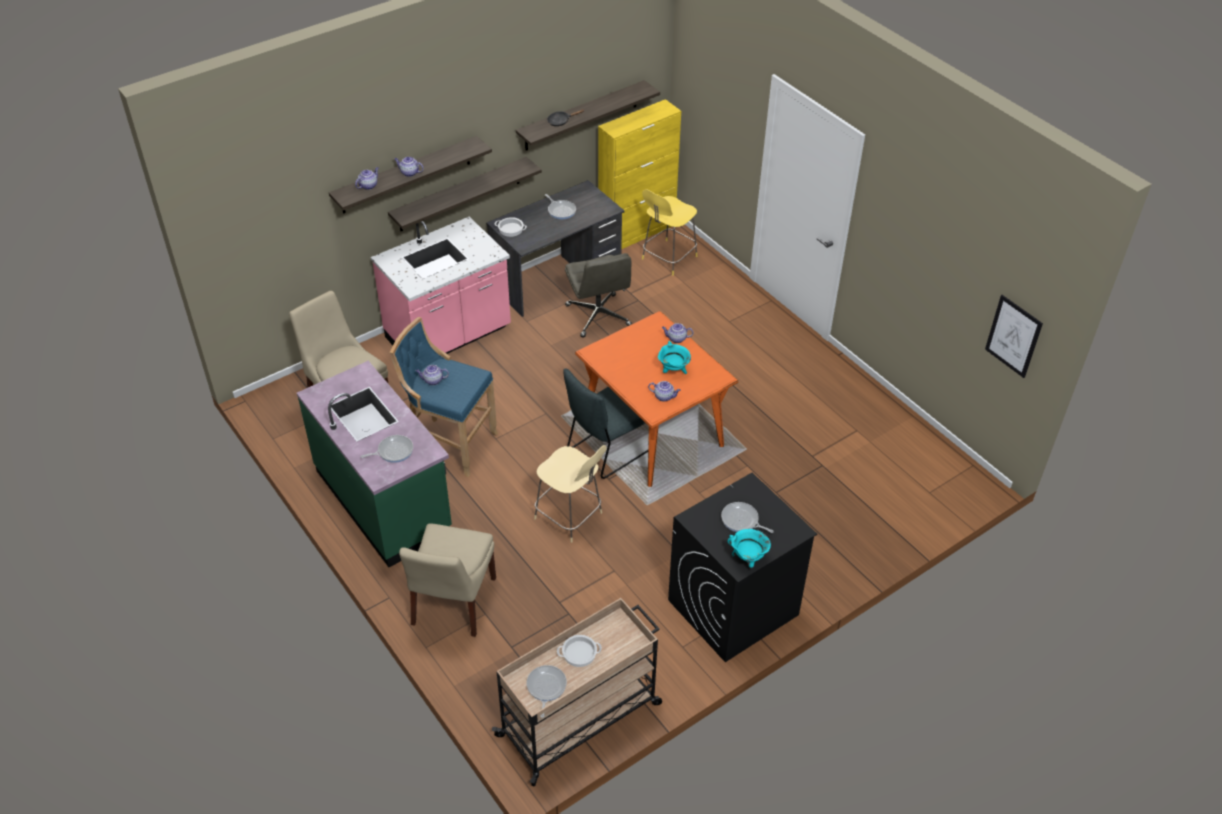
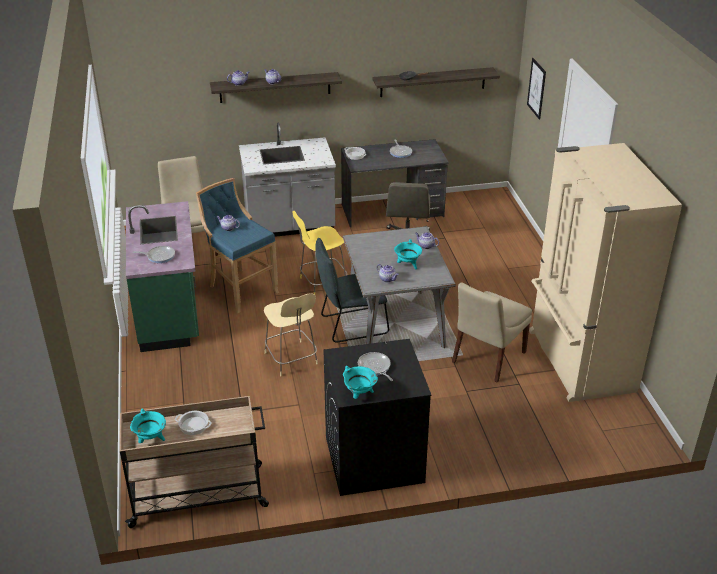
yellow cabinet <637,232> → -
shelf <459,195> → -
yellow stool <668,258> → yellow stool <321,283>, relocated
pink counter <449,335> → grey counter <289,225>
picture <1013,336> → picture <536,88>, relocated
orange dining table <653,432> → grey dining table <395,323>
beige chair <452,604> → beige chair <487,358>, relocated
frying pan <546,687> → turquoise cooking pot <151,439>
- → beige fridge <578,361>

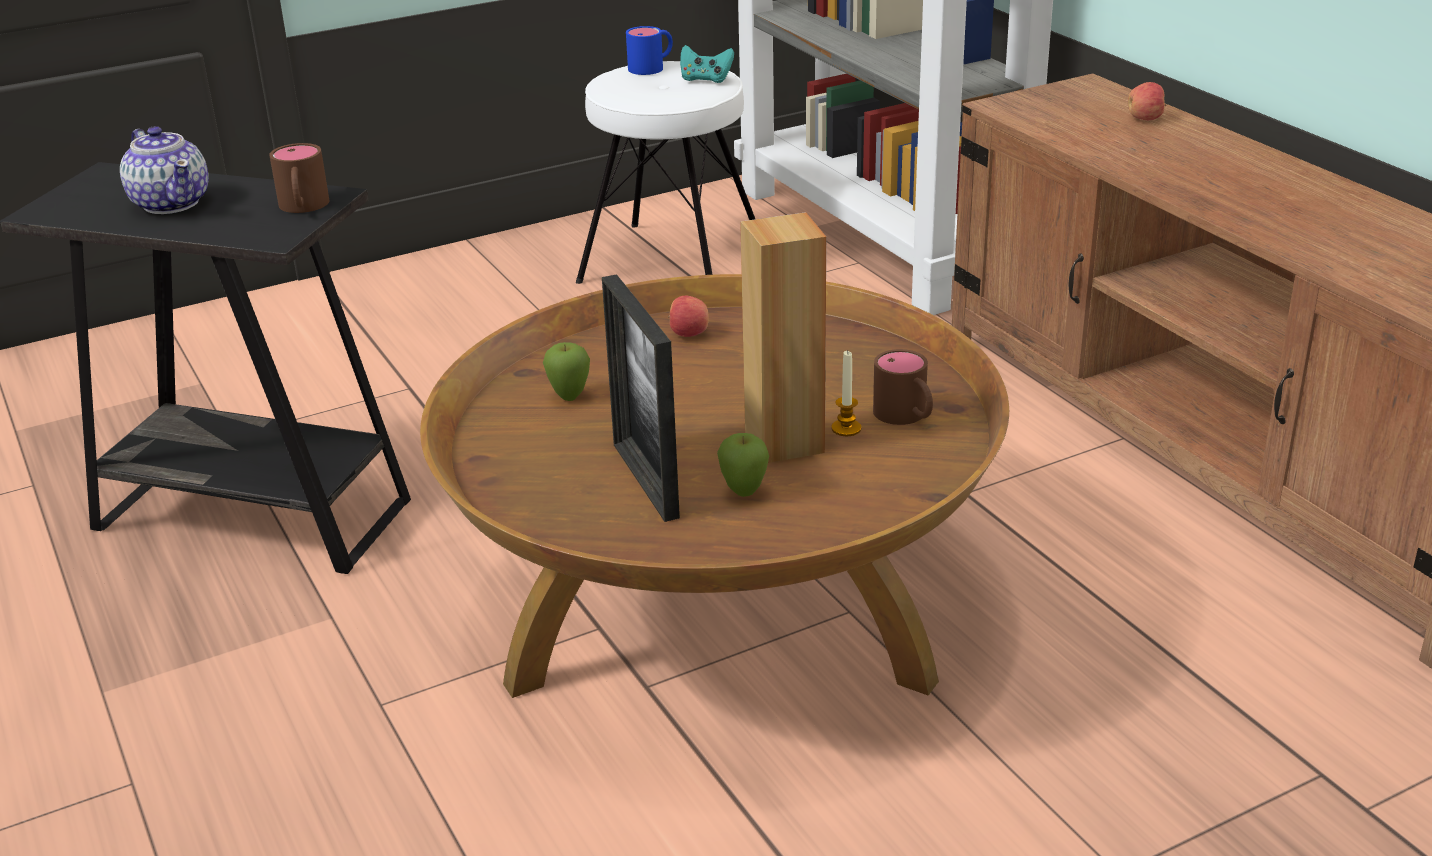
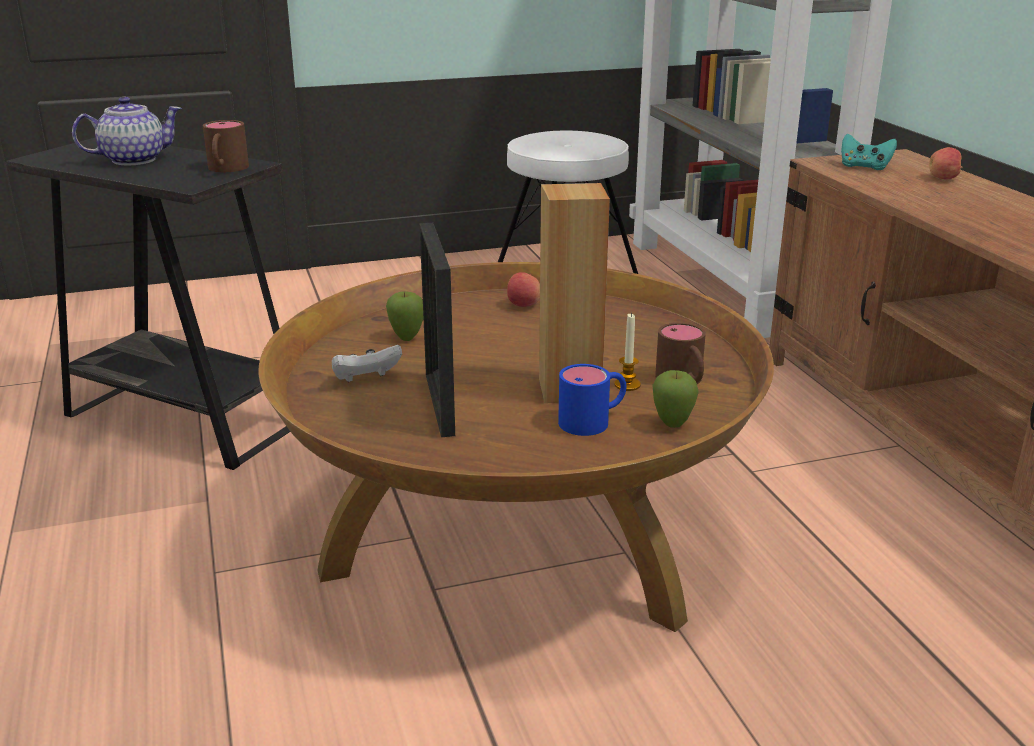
blue mug <652,67> → blue mug <593,420>, relocated
turquoise game controller <706,79> → turquoise game controller <864,167>, relocated
teapot <171,203> → teapot <133,160>, 90 degrees counterclockwise
apple <744,493> → apple <672,425>, relocated
- → white game controller <366,380>

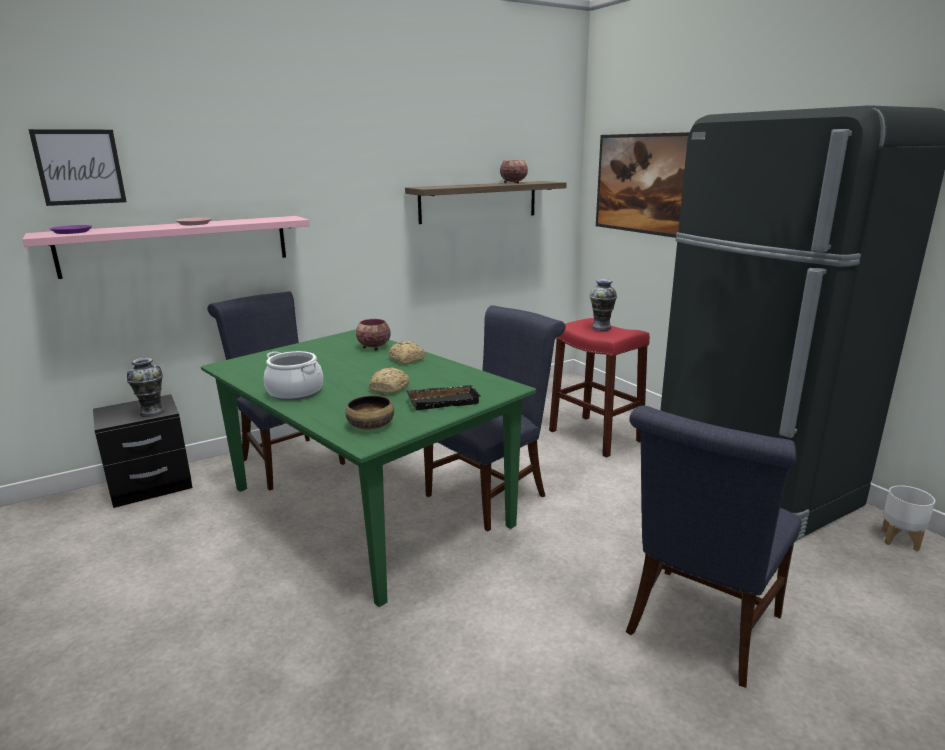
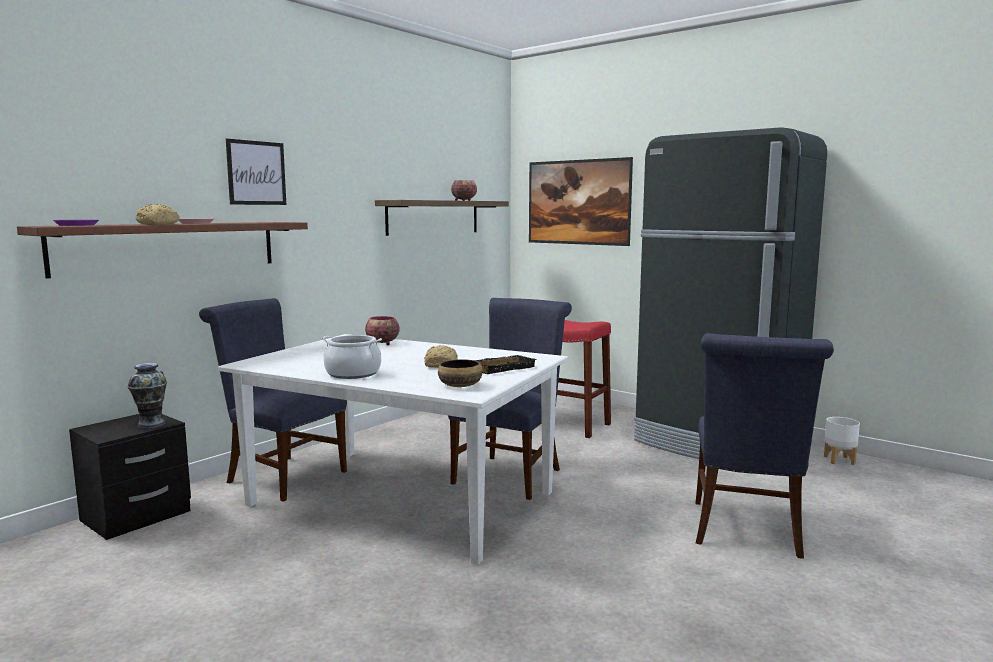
picture <79,167> → picture <256,173>, relocated
pink shelf <177,245> → brown shelf <170,246>
vase <601,328> → -
green dining table <367,506> → white dining table <400,499>
bread <406,360> → bread <157,224>, relocated

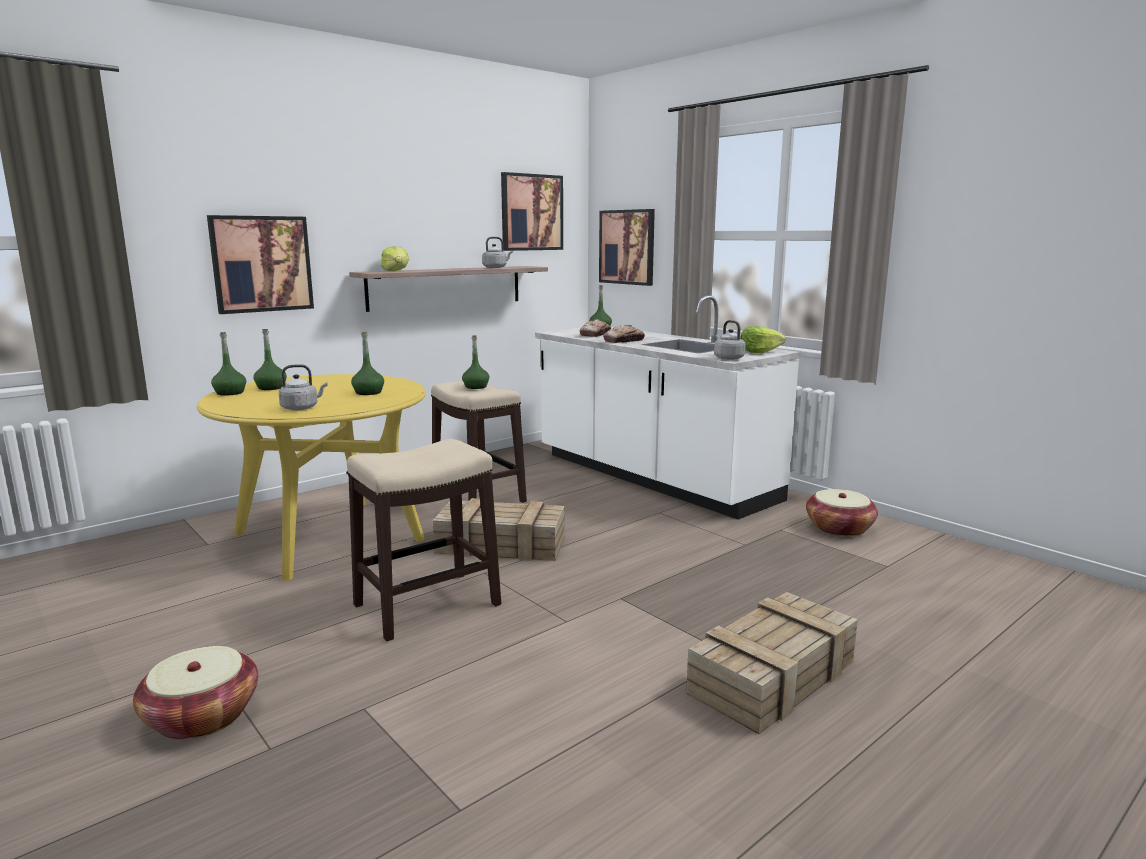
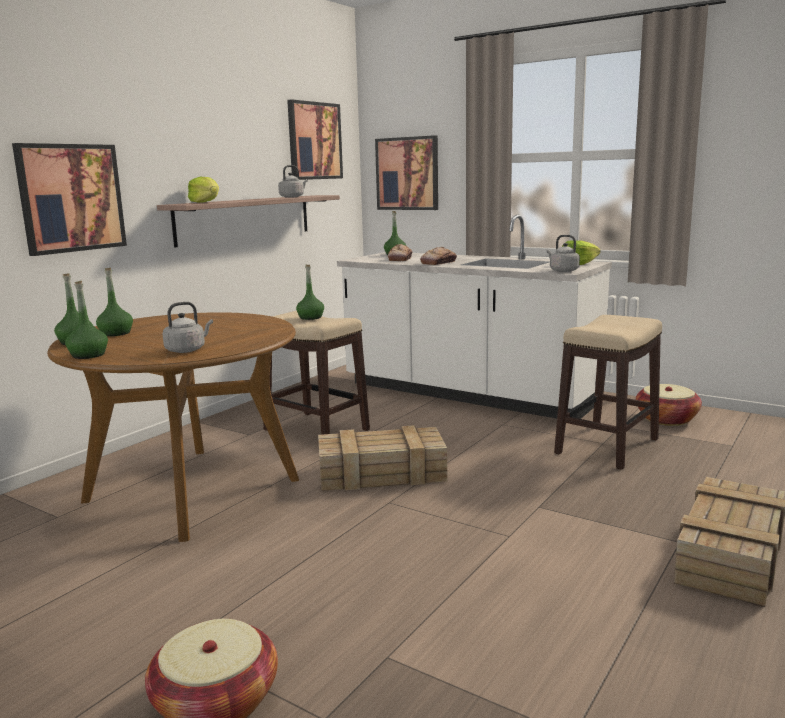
green bottle <368,393> → green bottle <88,355>, relocated
yellow dining table <328,537> → brown dining table <193,490>
stool <426,605> → stool <606,446>, relocated

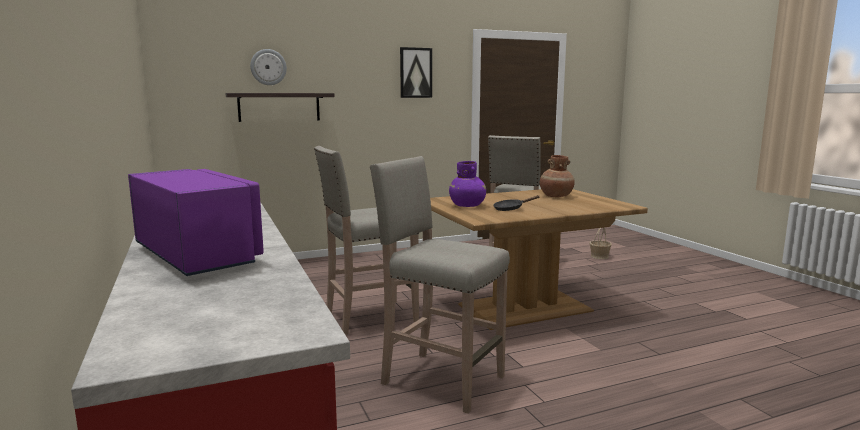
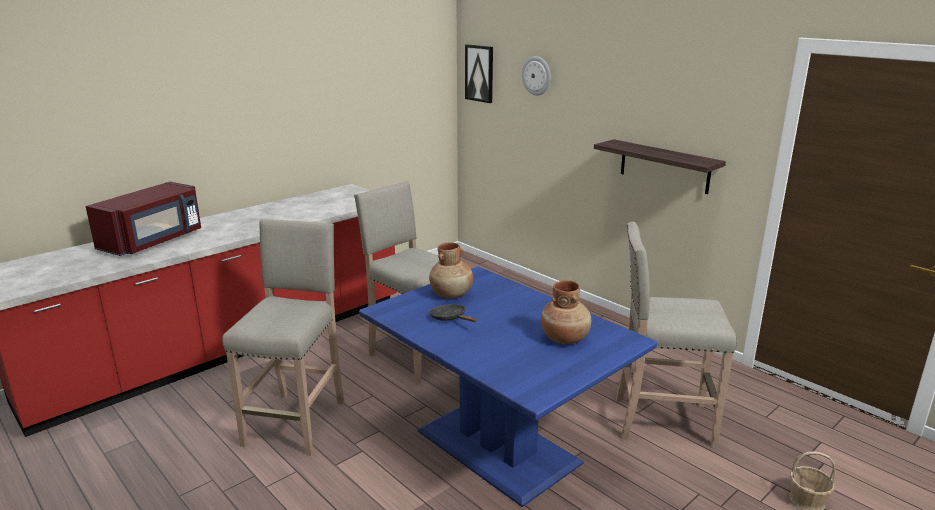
picture <415,72> → picture <479,73>, relocated
shelf <279,107> → shelf <664,166>, relocated
purple vase <467,206> → brown vase <452,294>
purple microwave <198,256> → red microwave <154,241>
brown dining table <523,307> → blue dining table <498,445>

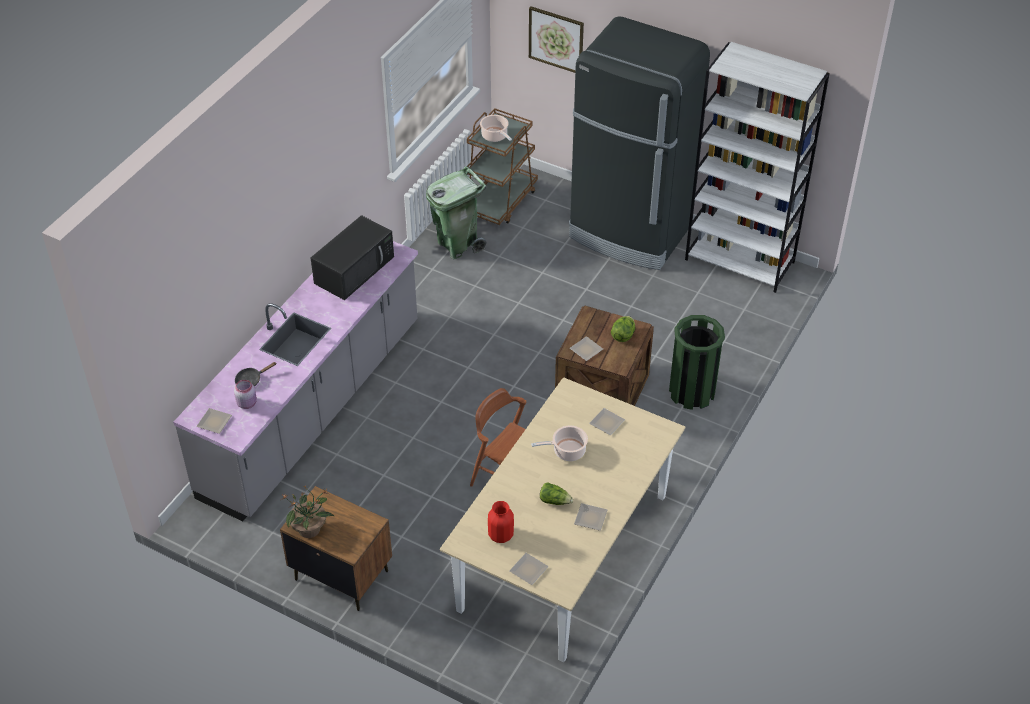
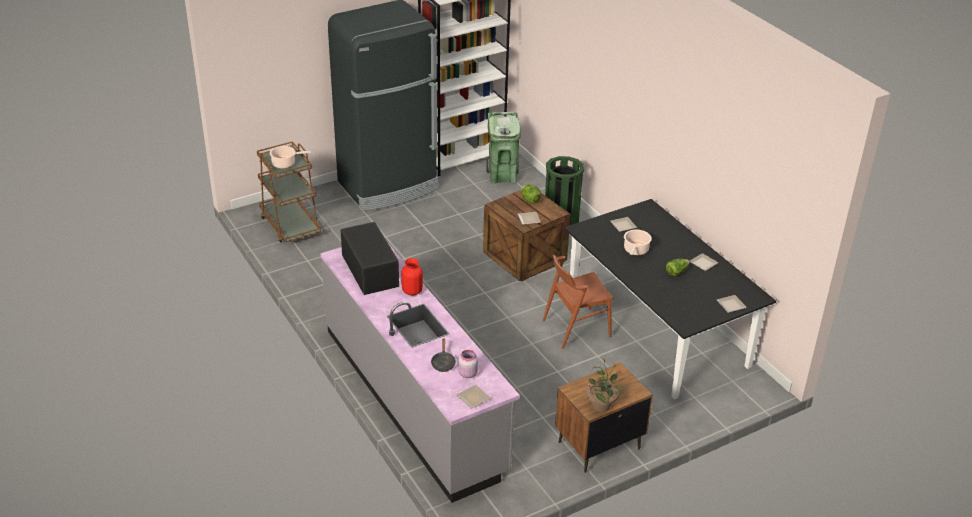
picture <556,39> → -
green trash can <458,245> → green trash can <503,176>, relocated
beige dining table <564,552> → black dining table <657,330>
red vase <501,535> → red vase <412,291>, relocated

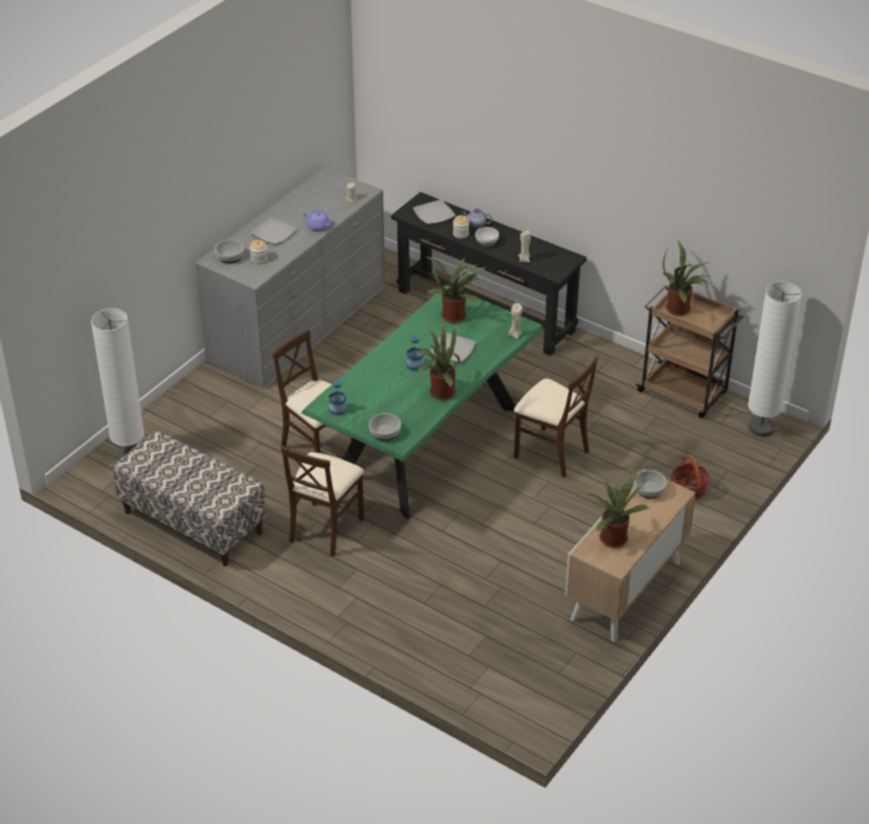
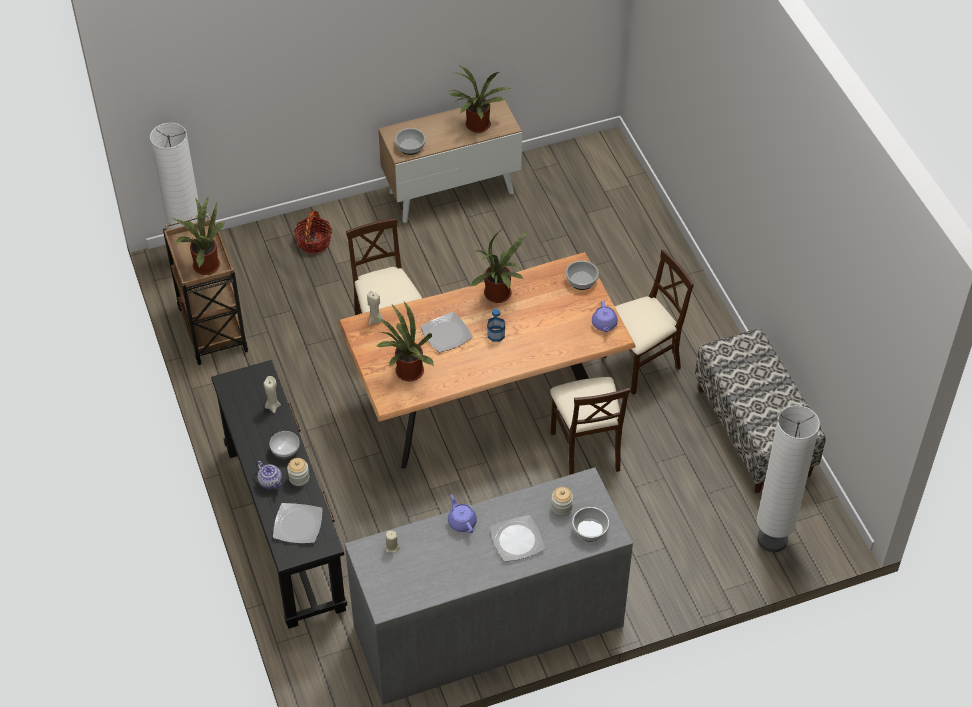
green dining table <426,444> → brown dining table <486,401>
bottle <337,410> → purple teapot <604,324>

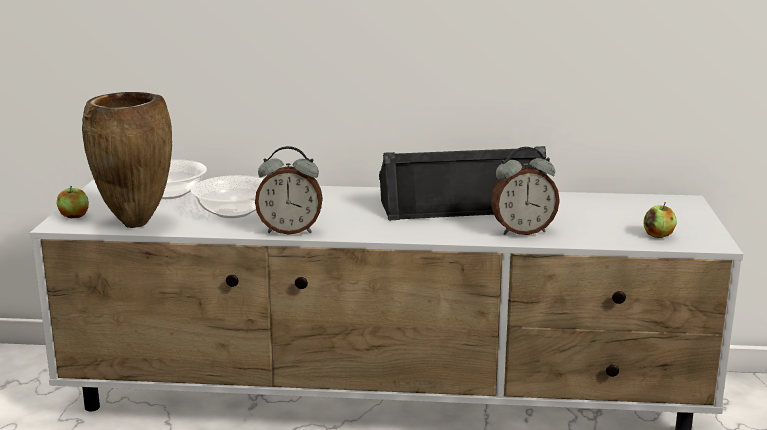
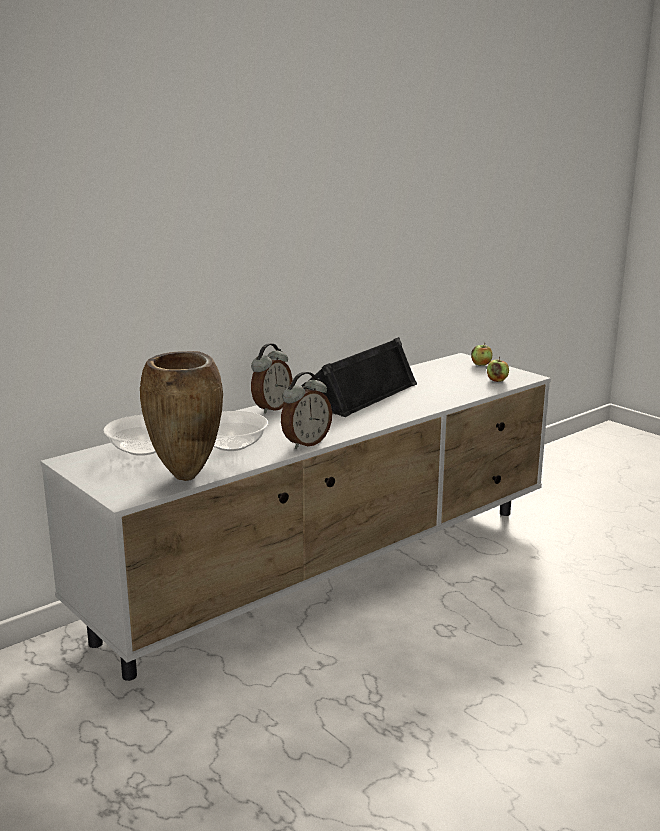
alarm clock <522,231> → alarm clock <271,408>, relocated
apple <74,216> → apple <481,364>, relocated

